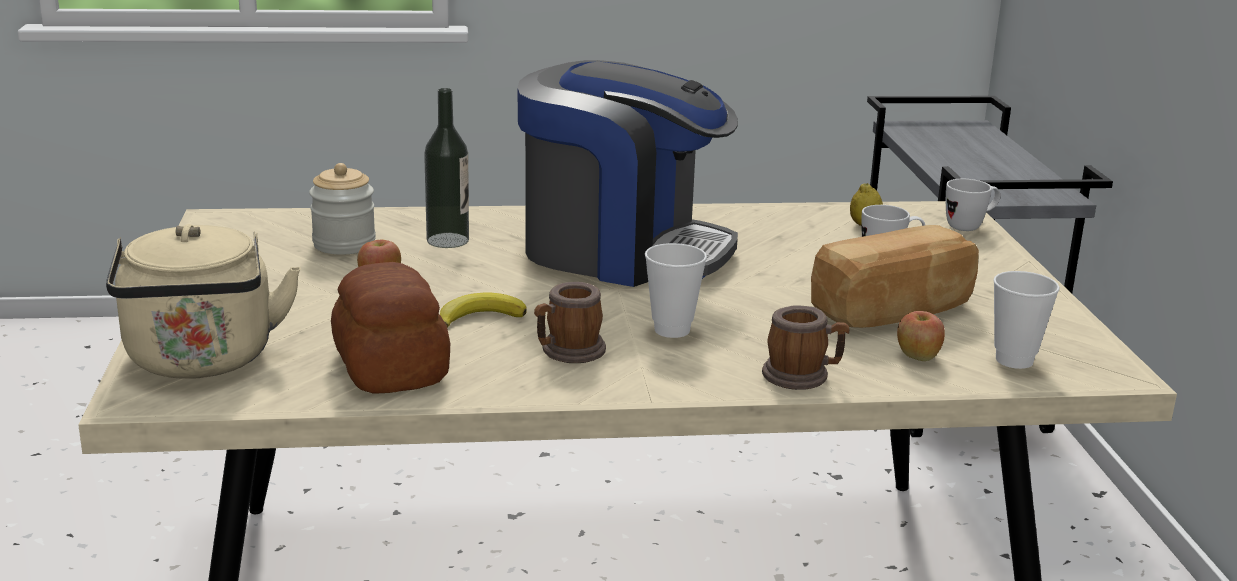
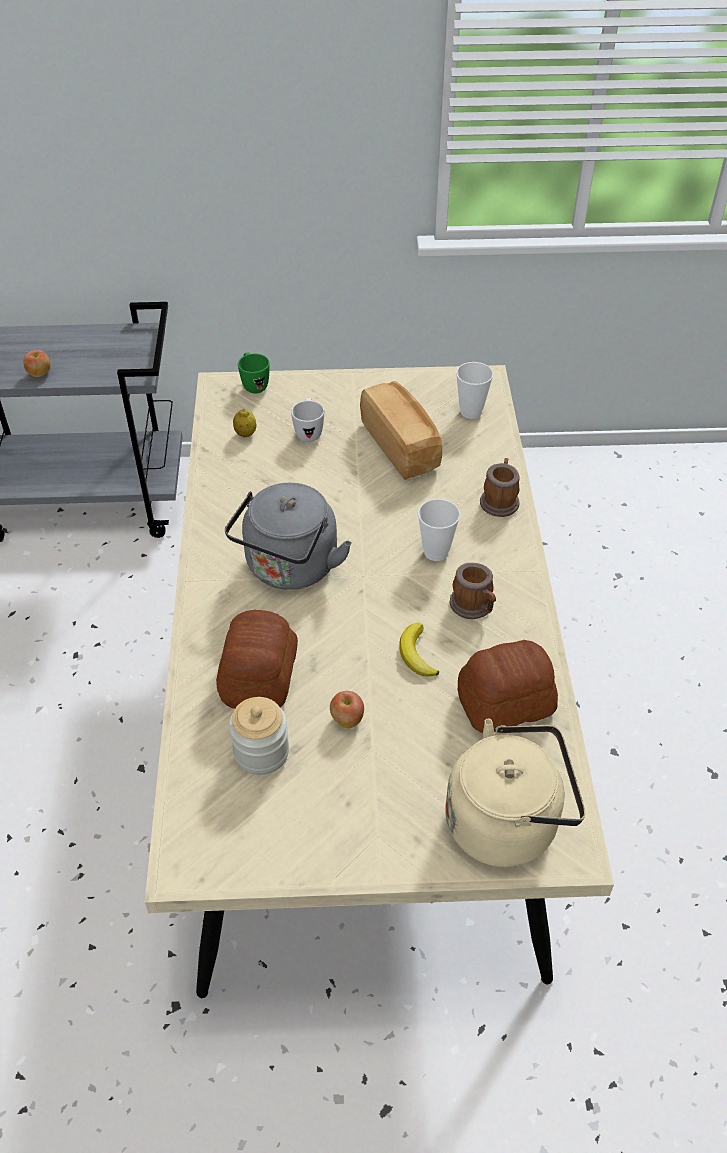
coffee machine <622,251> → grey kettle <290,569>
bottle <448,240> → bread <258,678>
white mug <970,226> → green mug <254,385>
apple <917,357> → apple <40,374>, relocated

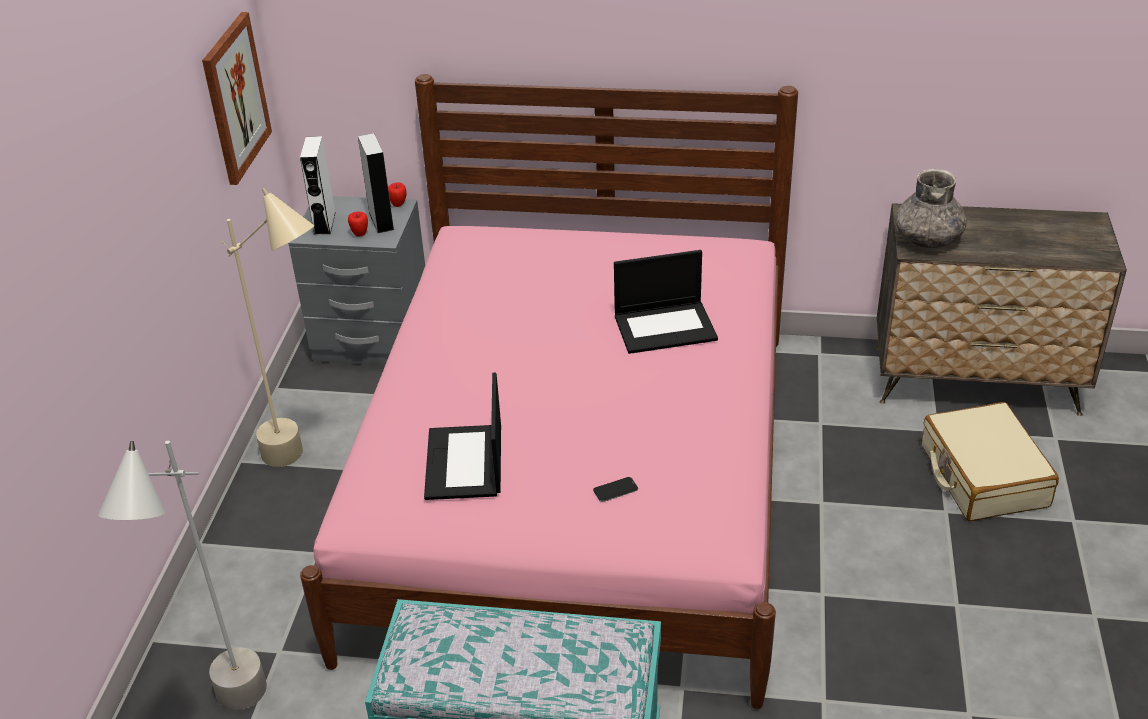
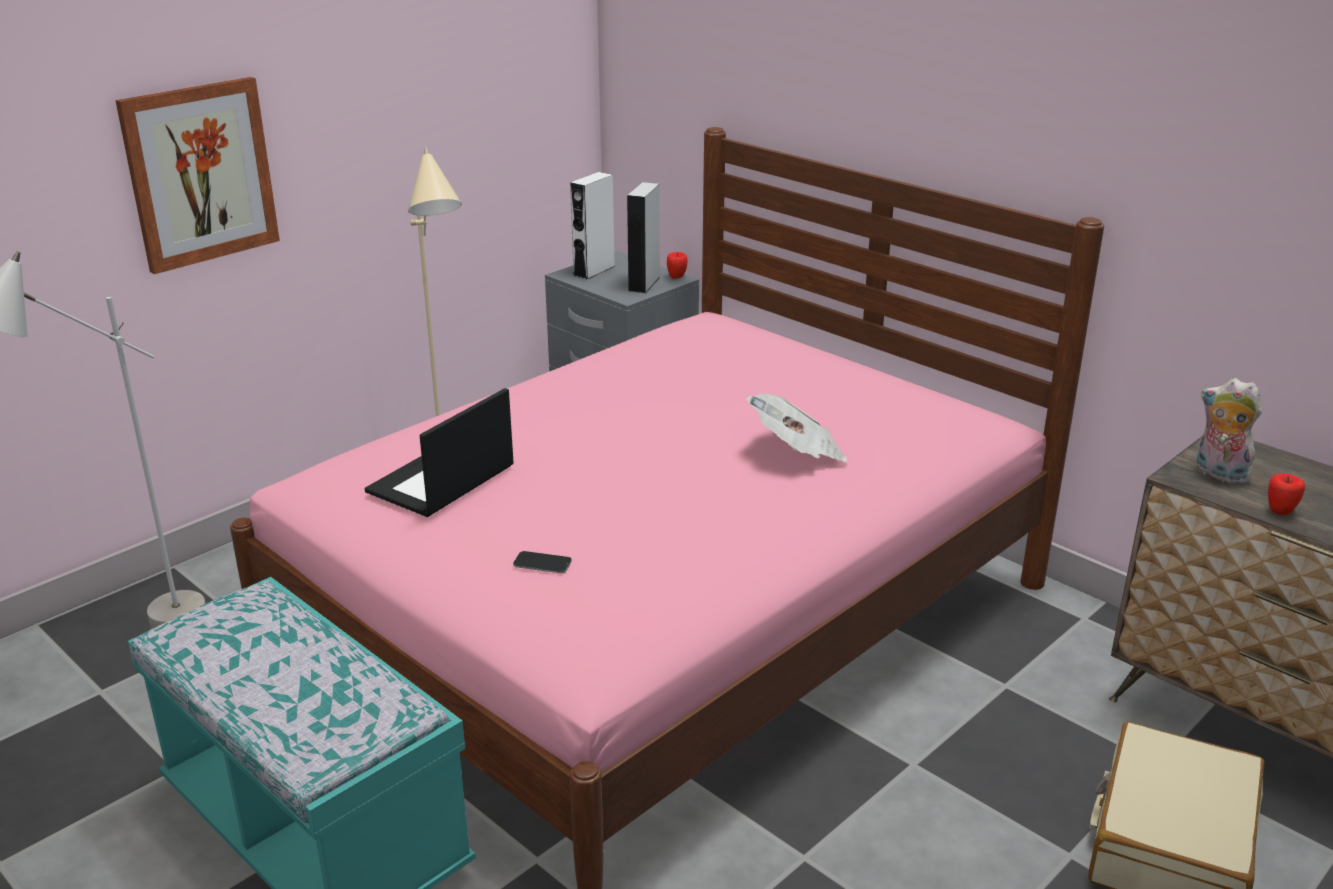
picture <235,98> → picture <200,174>, relocated
grey vase <928,239> → plush toy <1218,474>
apple <360,234> → apple <1280,511>, relocated
laptop <666,327> → newspaper <797,452>

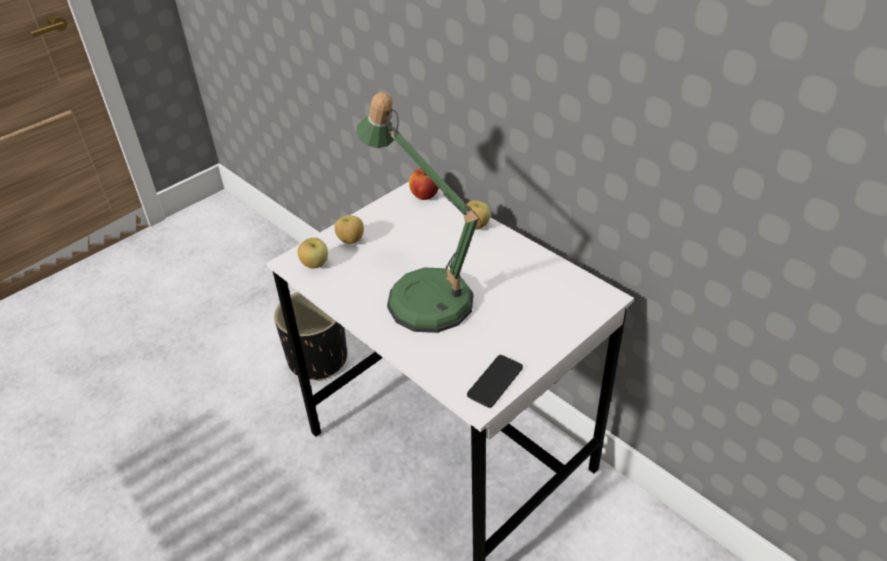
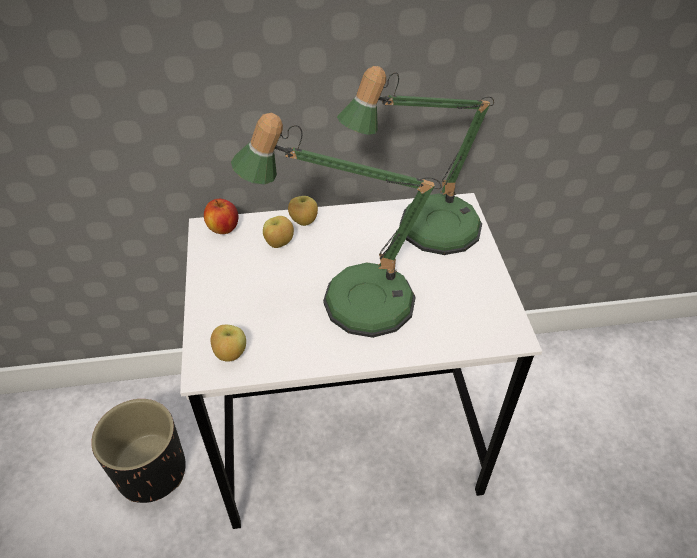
apple <351,241> → apple <279,243>, relocated
phone <495,381> → -
- → table lamp <425,229>

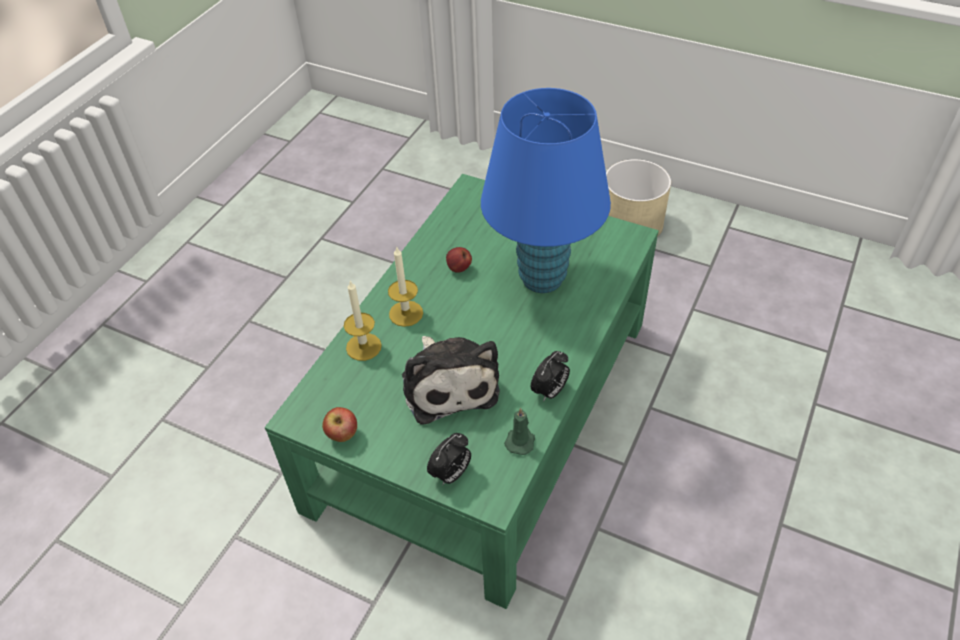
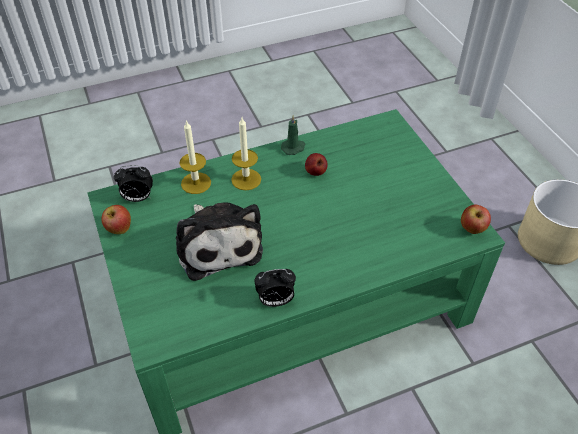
blue table lamp <542,278> → -
plush toy <449,383> → plush toy <217,244>, 45 degrees counterclockwise
green candle <520,440> → green candle <293,147>, relocated
alarm clock <451,474> → alarm clock <137,198>, relocated
- → apple <472,229>

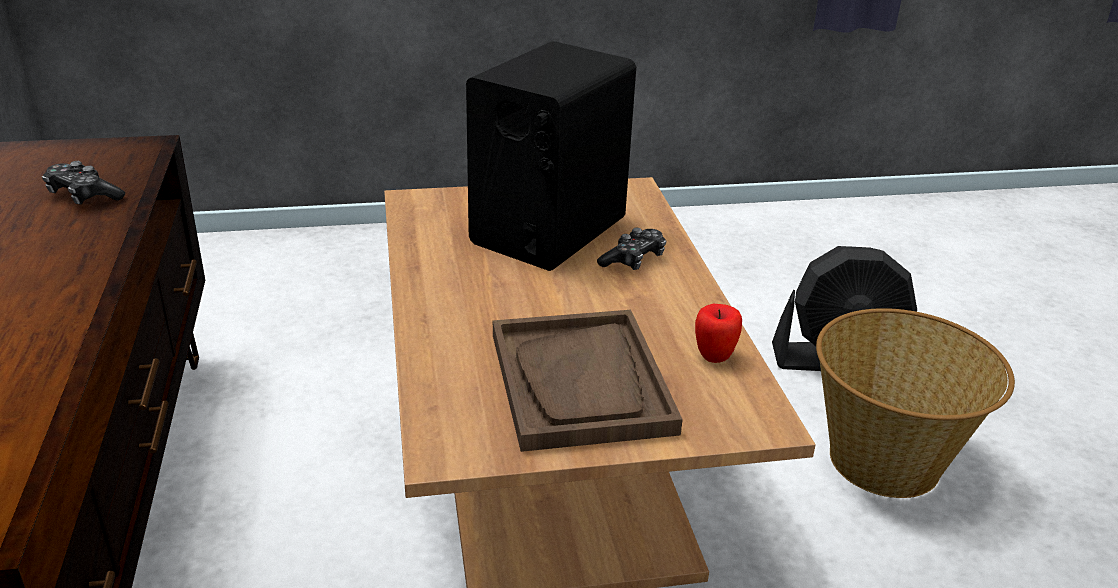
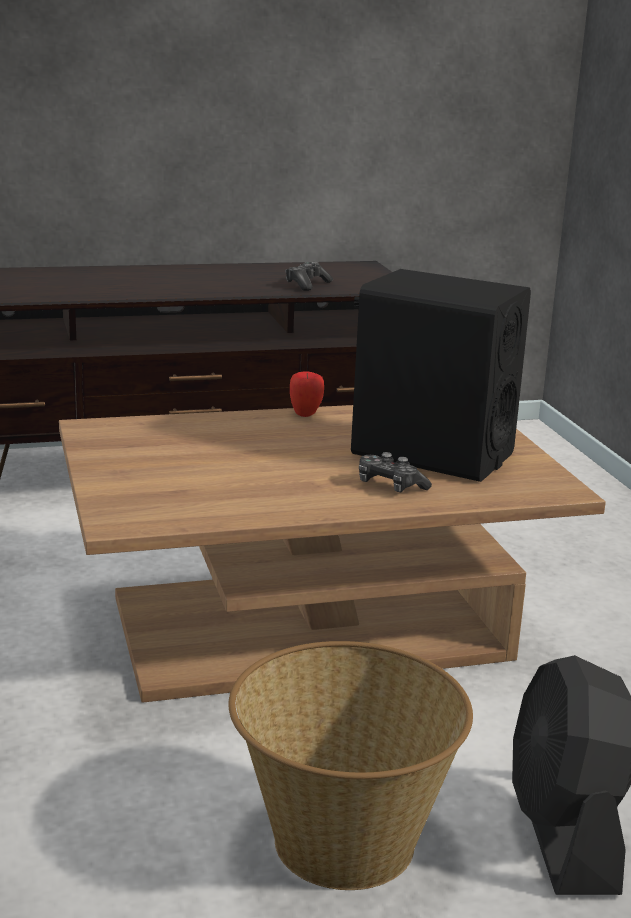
apple <714,356> → apple <305,414>, relocated
brown tray <581,382> → -

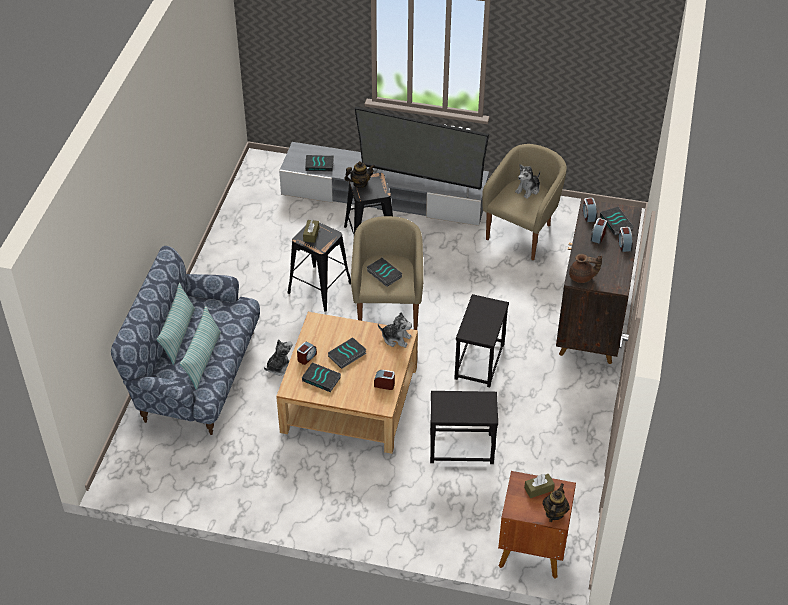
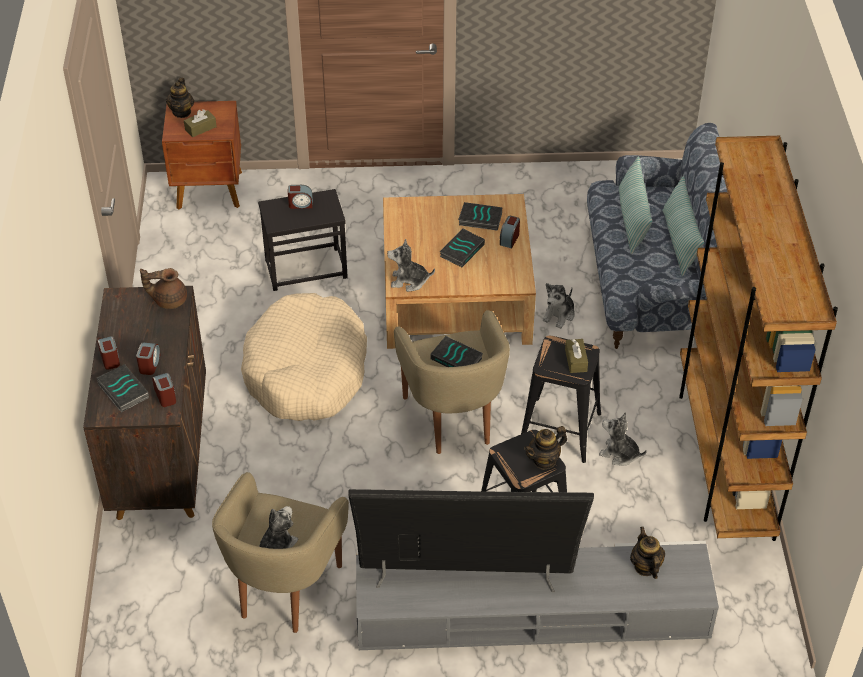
book <320,165> → teapot <645,566>
black side table <480,362> → beige dog bed <306,371>
alarm clock <384,384> → alarm clock <300,204>, relocated
- → brown bookcase <724,456>
- → plush toy <619,454>

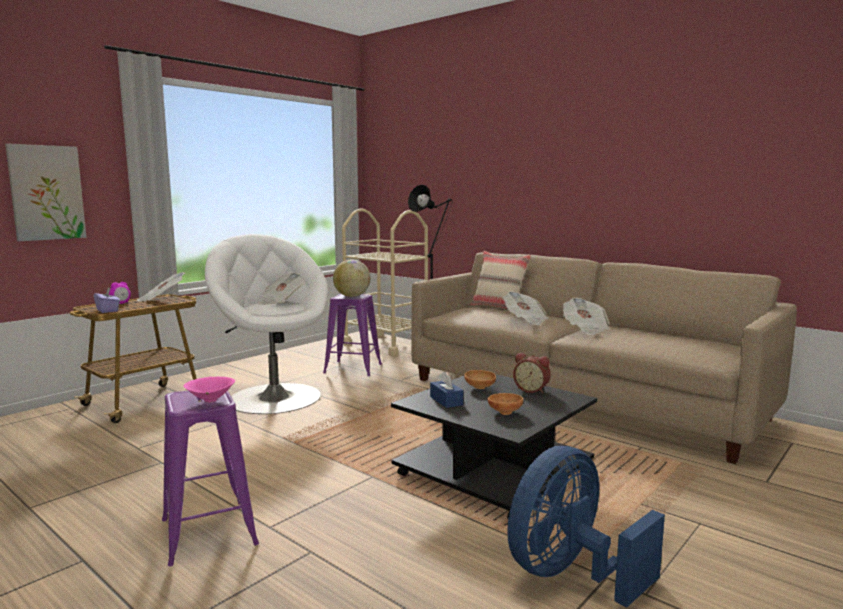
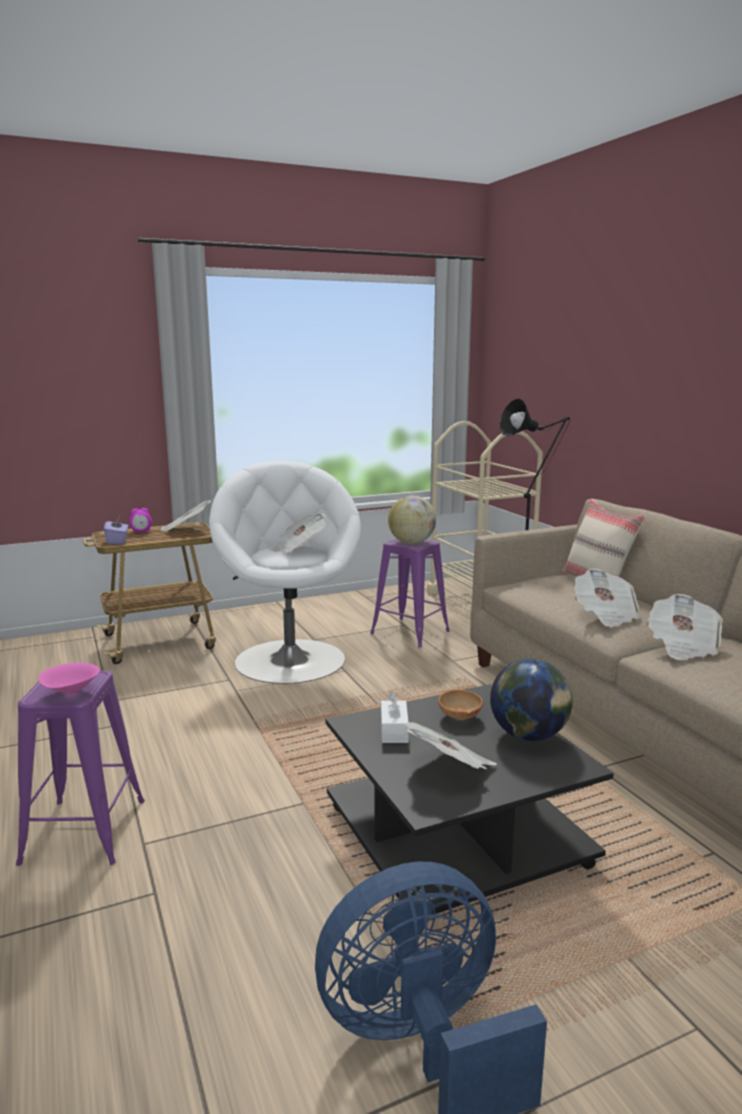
picture <46,192> → -
alarm clock <532,390> → globe <528,736>
blue tissue box <446,401> → white tissue box <394,730>
brown bowl <504,412> → newspaper <450,768>

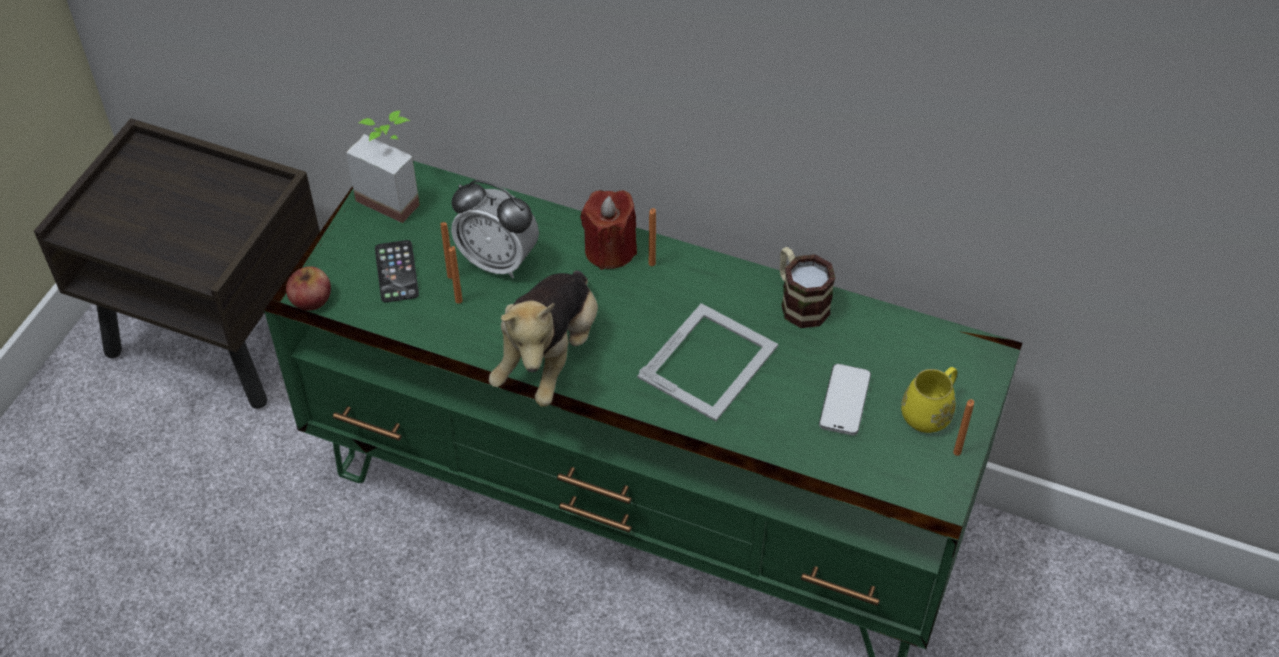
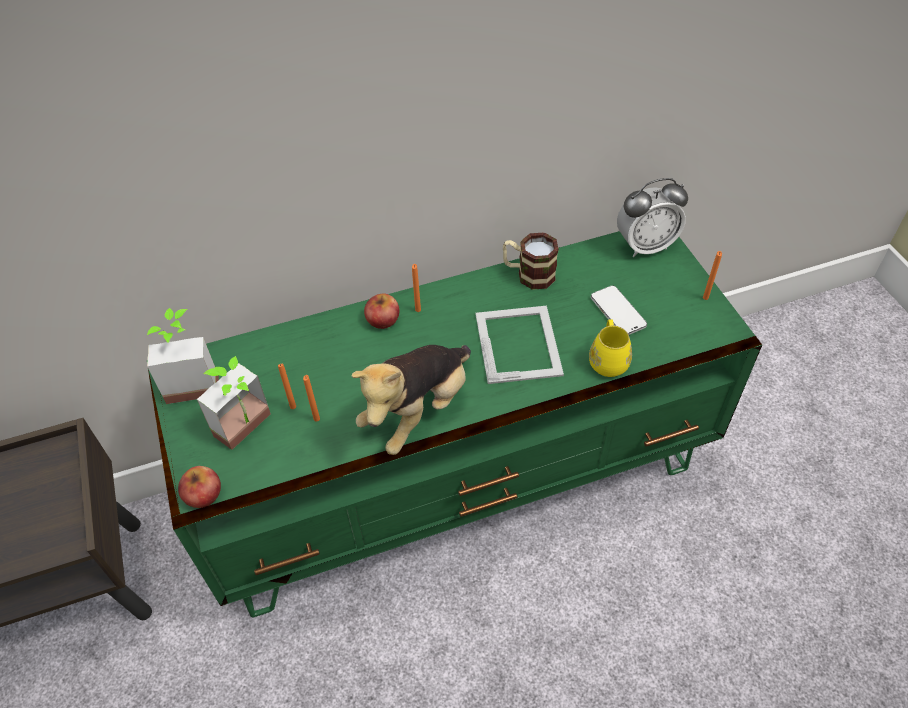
alarm clock <498,261> → alarm clock <645,246>, relocated
red candle <610,250> → apple <383,319>
phone <396,272> → potted plant <250,430>
plush toy <549,356> → plush toy <418,411>, 60 degrees clockwise
yellow mug <930,412> → yellow mug <608,360>, relocated

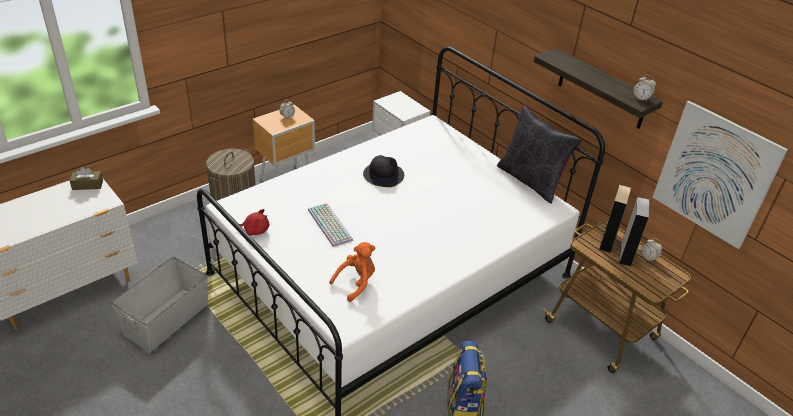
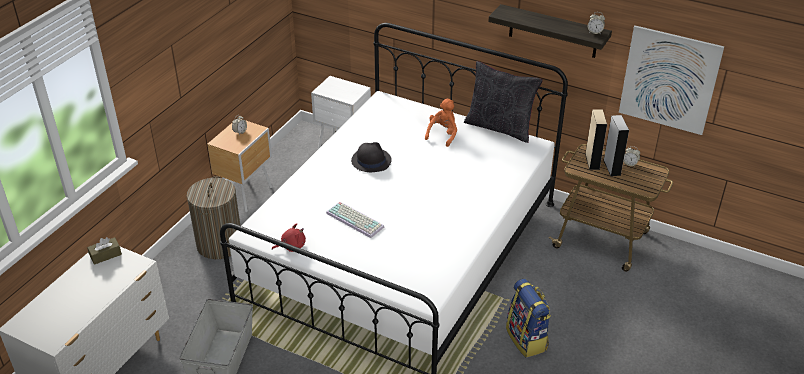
orange plush toy <356,283> → orange plush toy <443,134>, relocated

